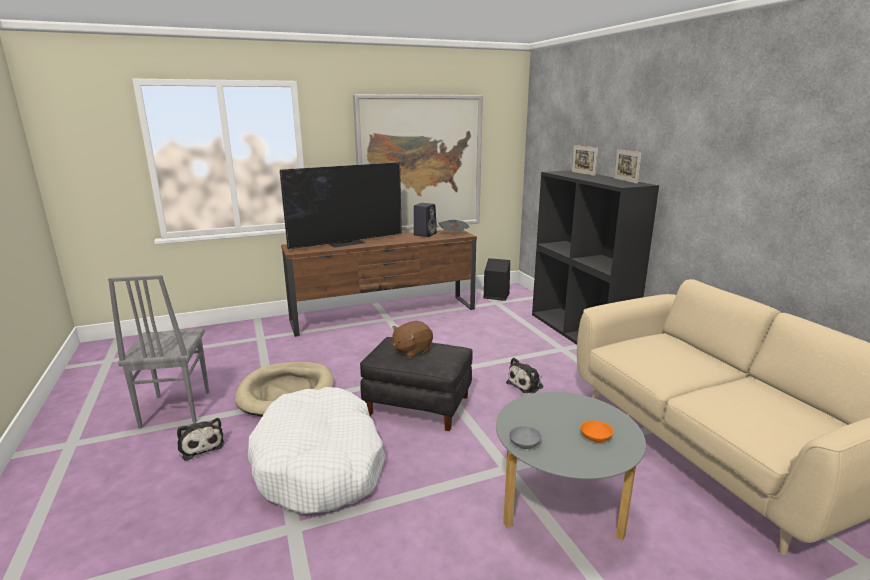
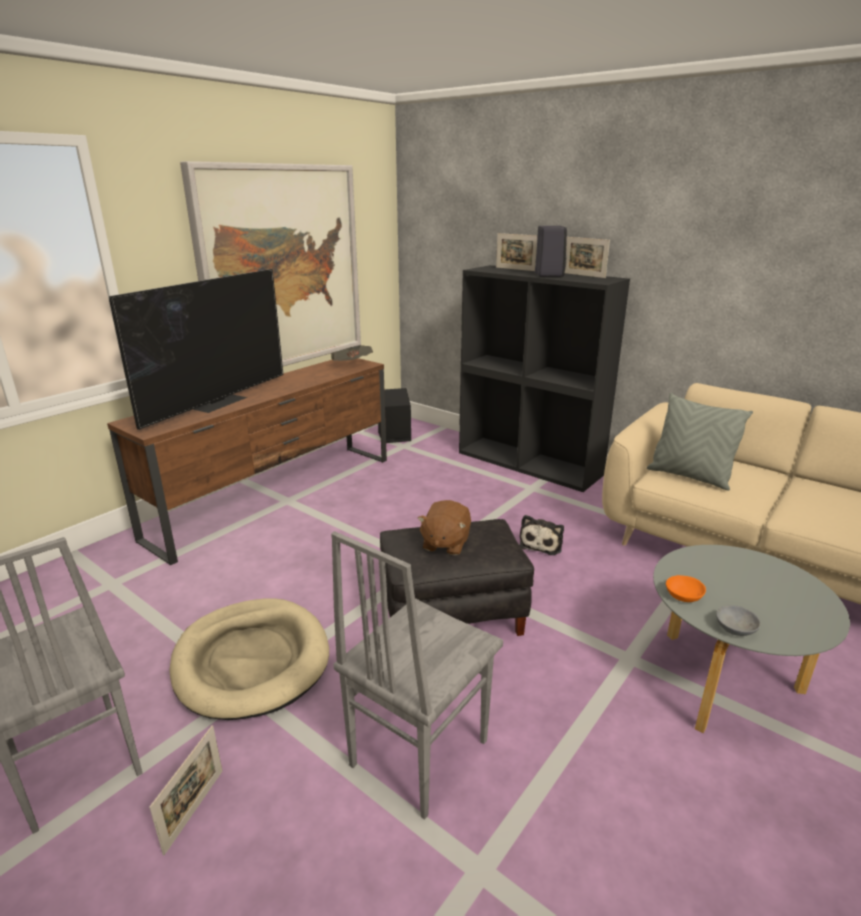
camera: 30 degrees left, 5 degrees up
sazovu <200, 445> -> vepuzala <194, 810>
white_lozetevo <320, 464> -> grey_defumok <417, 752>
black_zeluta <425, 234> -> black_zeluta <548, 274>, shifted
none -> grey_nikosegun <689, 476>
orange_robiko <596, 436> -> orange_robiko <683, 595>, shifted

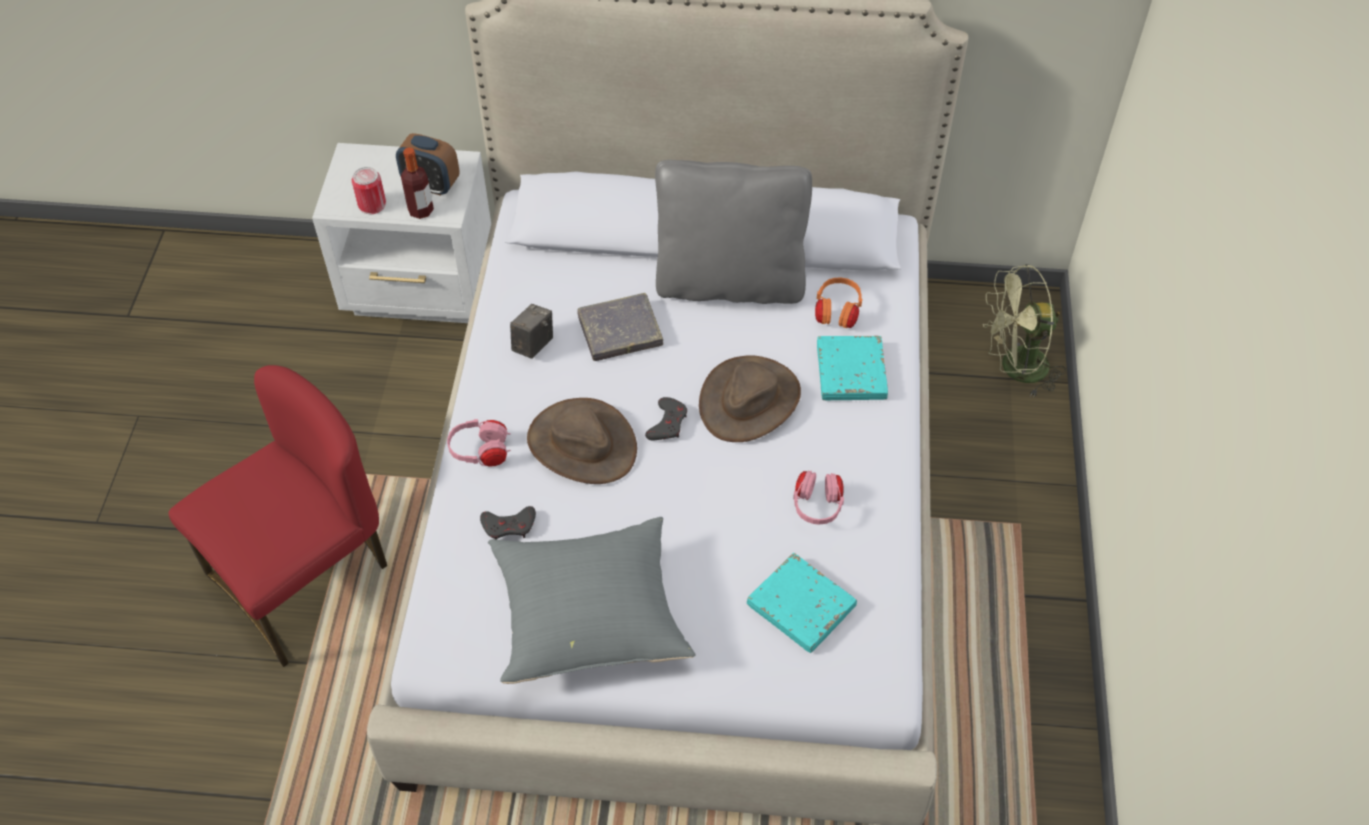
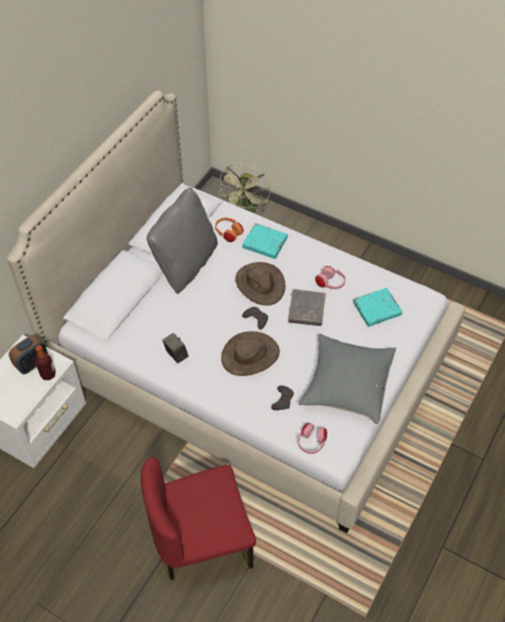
camera: 65 degrees left, 0 degrees up
red_defumok <304, 577> -> red_defumok <202, 542>, 90 degrees counterclockwise
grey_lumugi <620, 331> -> grey_lumugi <306, 309>, shifted
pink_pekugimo <481, 452> -> pink_pekugimo <311, 443>, shifted
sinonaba <372, 204> -> none

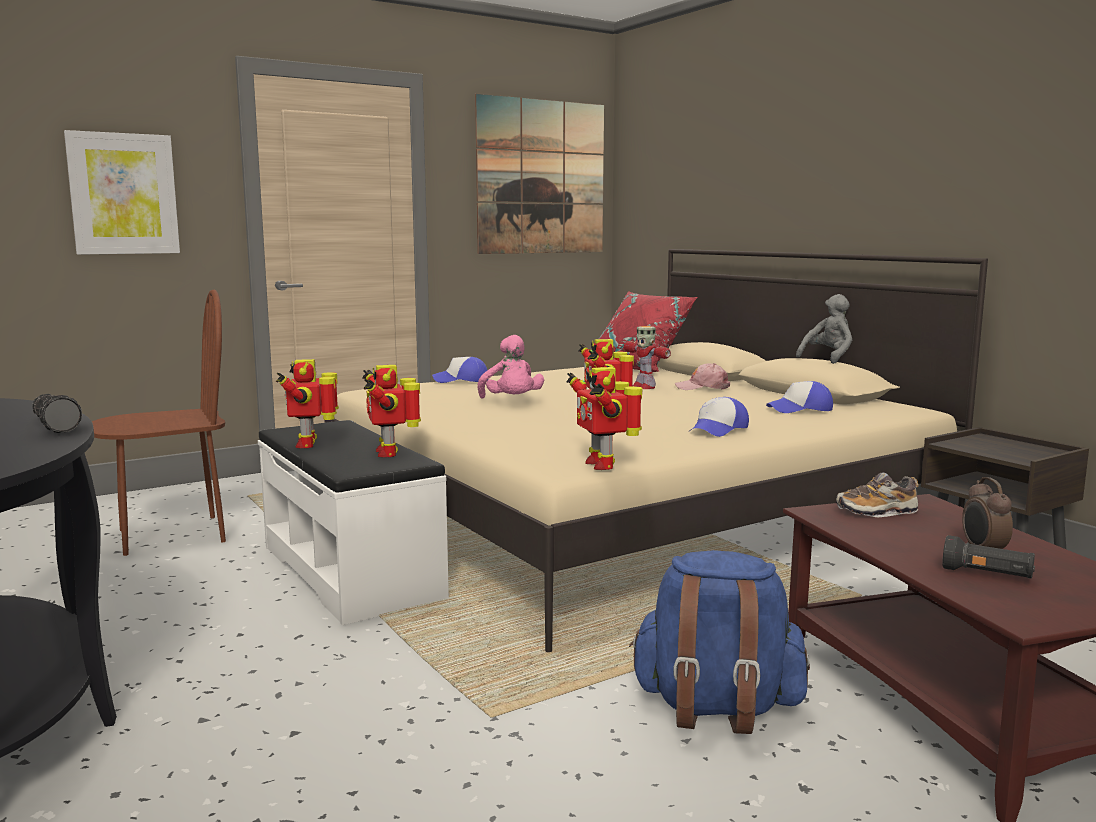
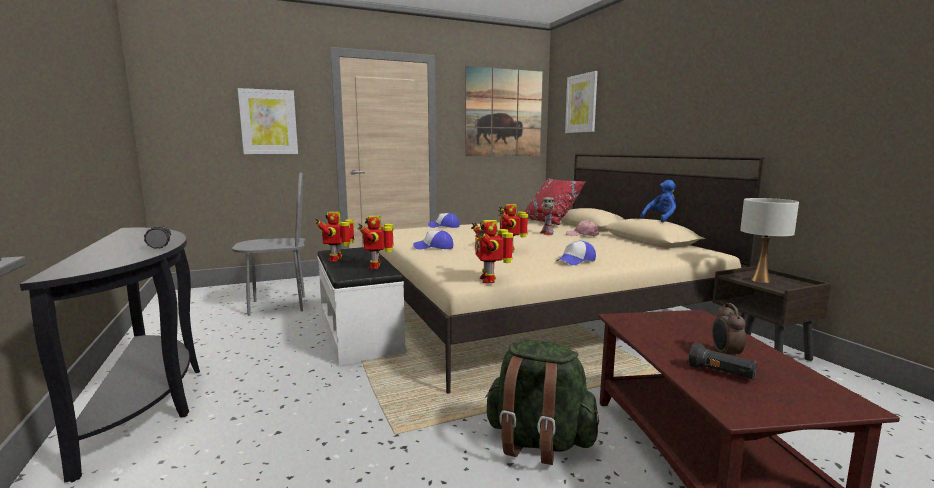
camera: 10 degrees right, 0 degrees up
brown_defumok <172, 535> -> grey_defumok <278, 306>
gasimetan <800, 409> -> gasimetan <434, 247>, shifted
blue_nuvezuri <716, 708> -> green_nuvezuri <538, 442>
none -> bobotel <581, 103>
grey_sazovu <828, 358> -> blue_sazovu <661, 219>
none -> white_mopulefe <760, 280>
pink_sazovu <511, 402> -> none
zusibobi <876, 512> -> none

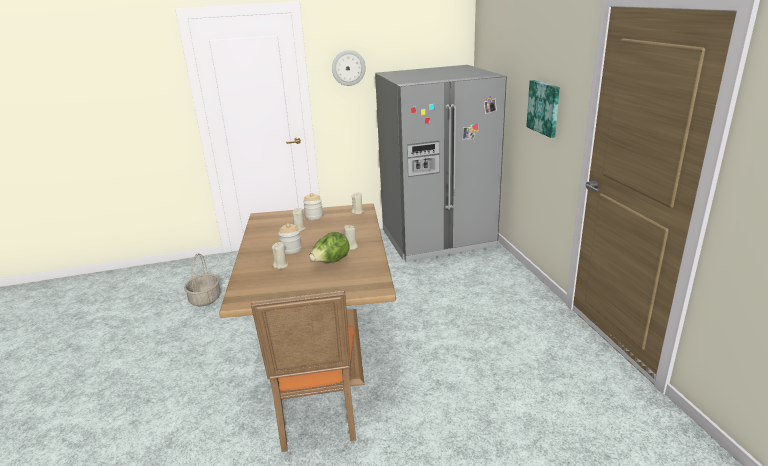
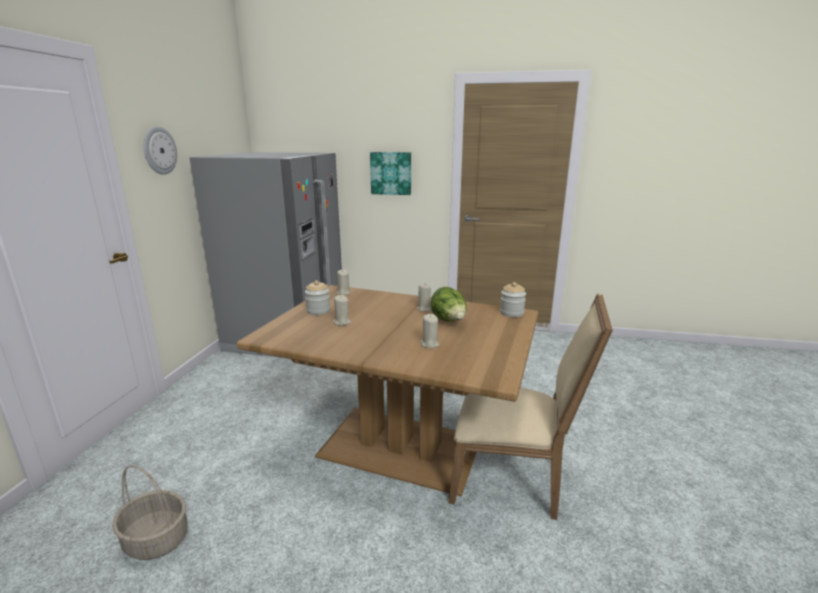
camera: 65 degrees left, 5 degrees down
orange_defumok <317, 417> -> beige_defumok <513, 480>
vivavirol <291, 249> -> vivavirol <511, 313>, shifted

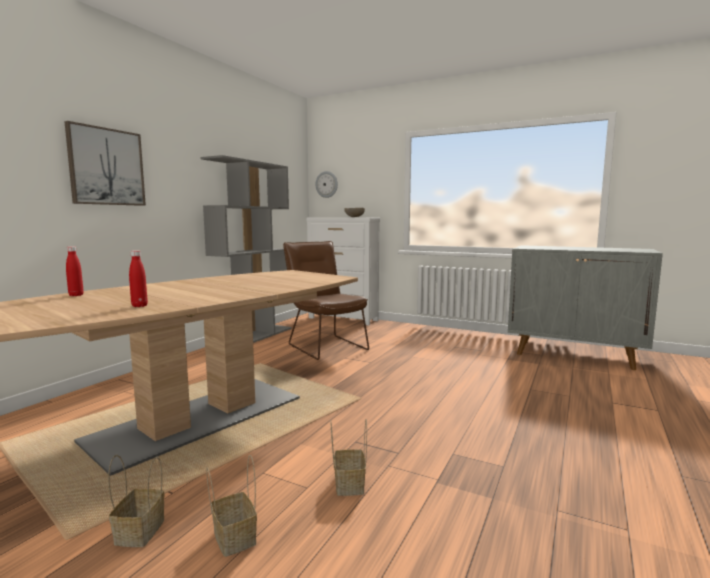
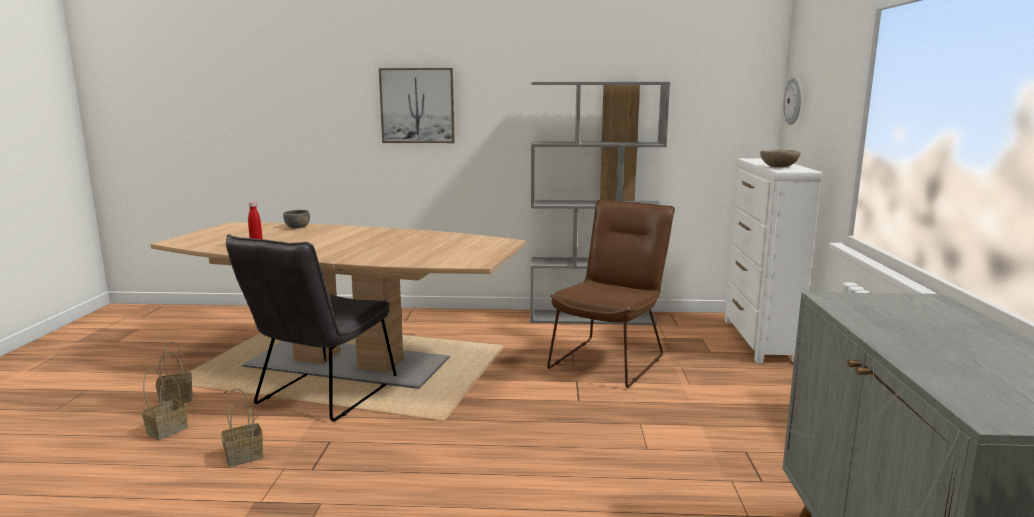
camera: 65 degrees right, 5 degrees up
none -> grey_defumok <321, 395>
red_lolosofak <76, 295> -> grey_robiko <297, 227>

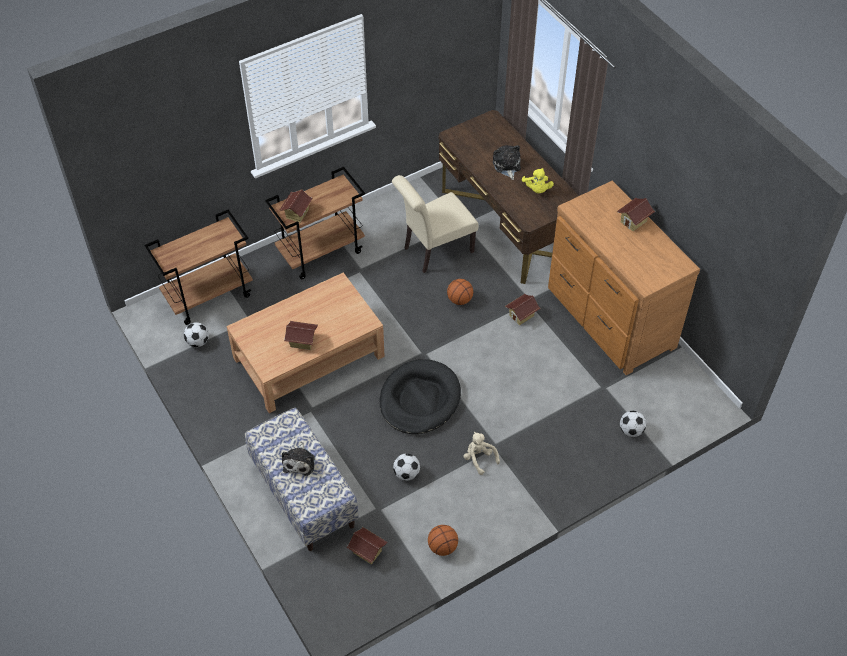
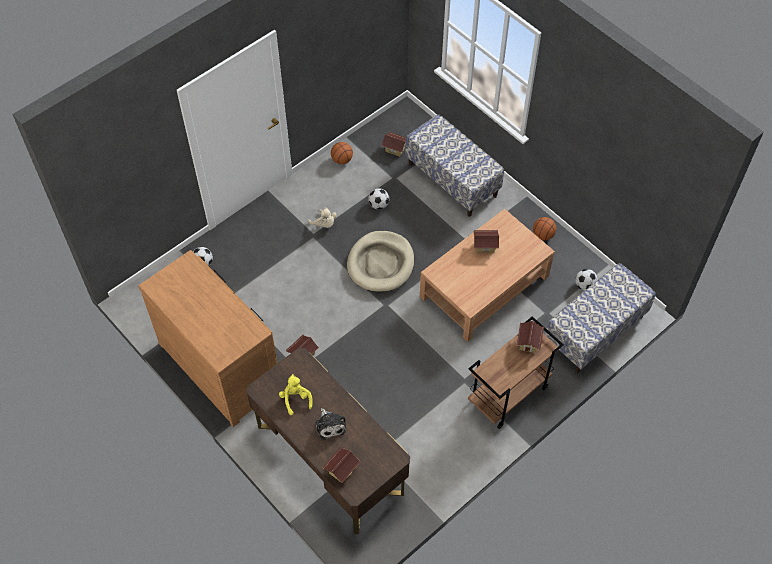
camera: 170 degrees right, 5 degrees up
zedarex <633, 221> -> zedarex <341, 470>, shifted
black_lozetevo <419, 399> -> beige_lozetevo <381, 263>
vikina <460, 300> -> vikina <543, 235>, shifted
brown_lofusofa <209, 295> -> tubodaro <595, 331>
sazovu <300, 462> -> none
beige_defumok <434, 251> -> none

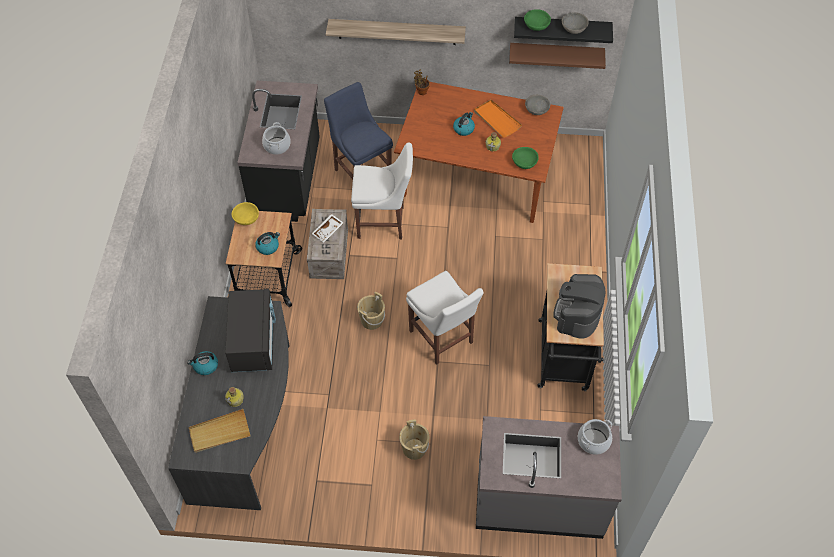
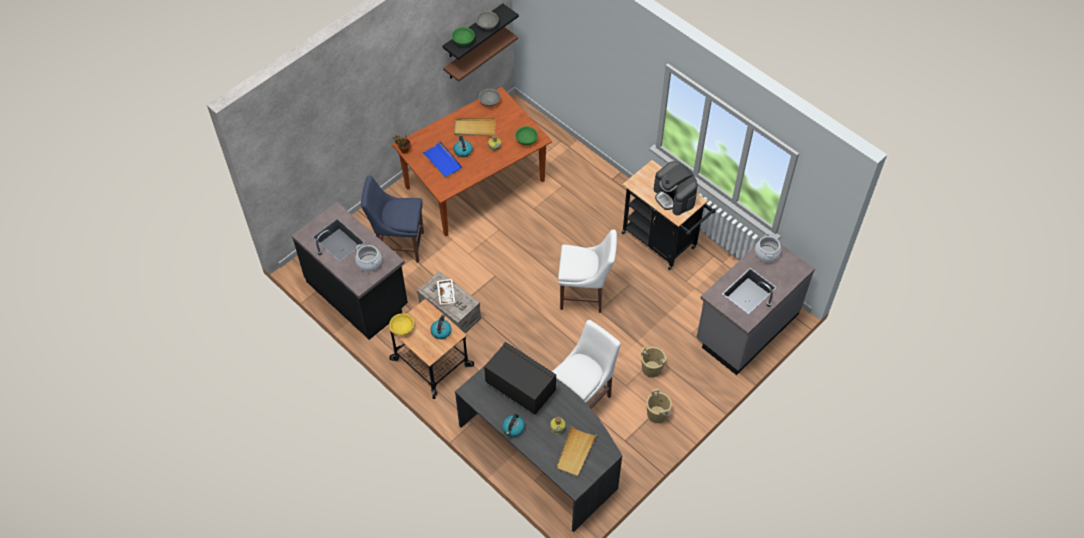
camera: 50 degrees left, 0 degrees up
none -> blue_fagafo <442, 161>
orange_fagafo <496, 120> -> beige_fagafo <474, 128>
white_defumok <384, 222> -> white_defumok <584, 397>, shifted
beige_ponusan <371, 320> -> beige_ponusan <657, 414>, shifted
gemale <397, 31> -> none

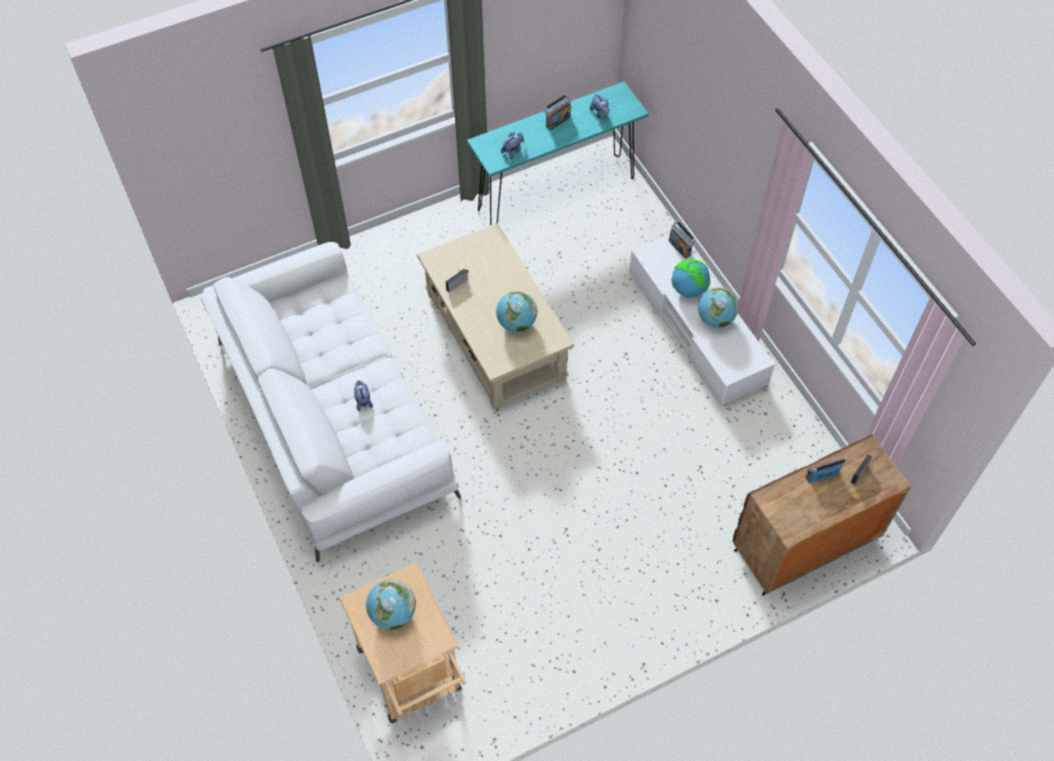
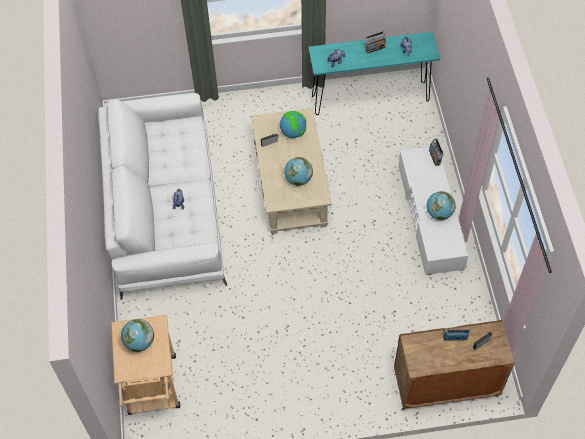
camera: 20 degrees right, 0 degrees up
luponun <688, 290> -> luponun <293, 133>, shifted

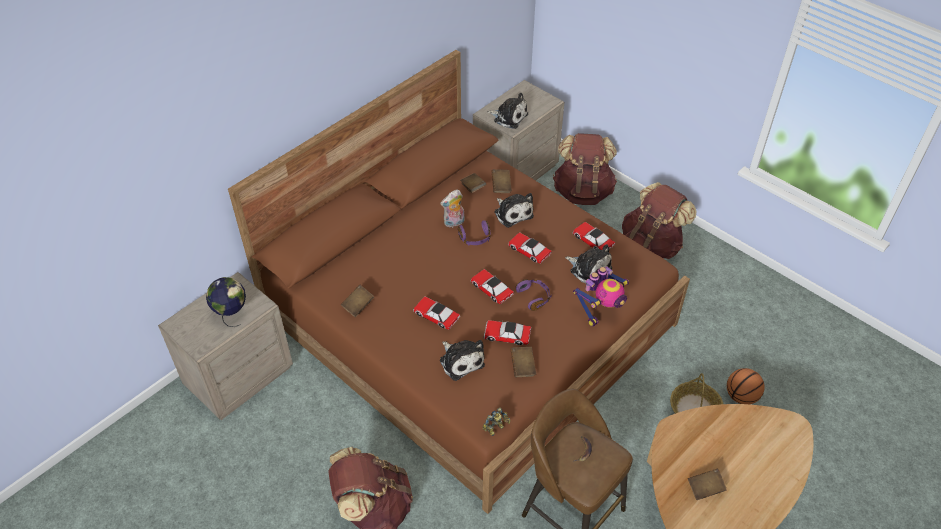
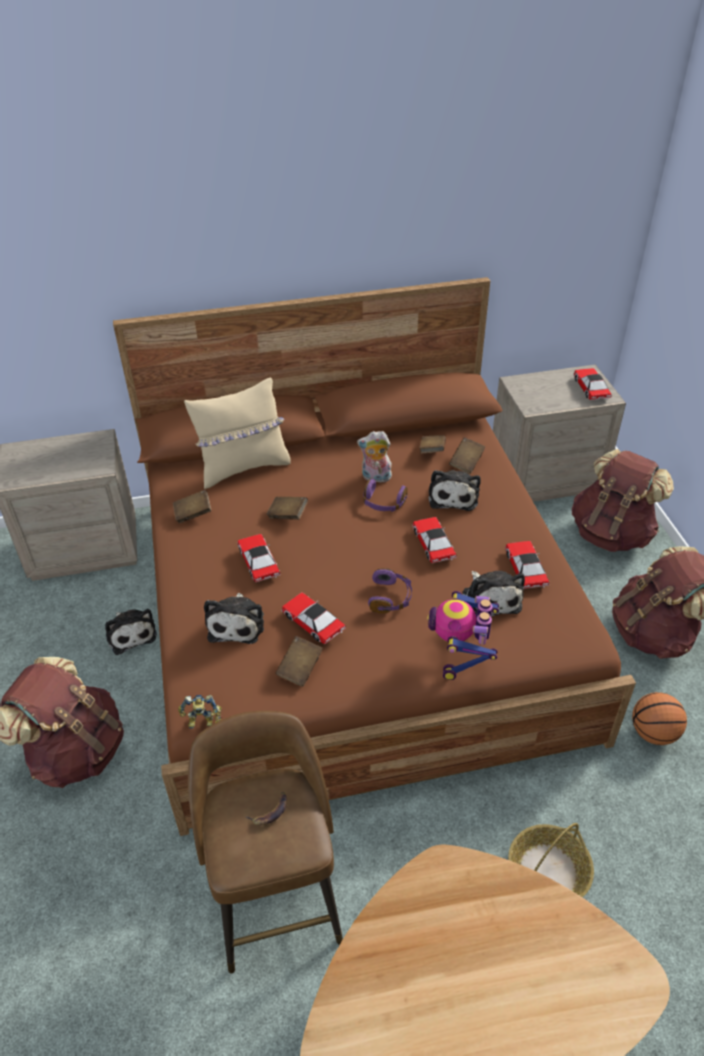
camera: 35 degrees right, 5 degrees down
sazovu <509, 117> -> sazovu <131, 633>, shifted
none -> beige_nikosegun <243, 468>
brown_lumugi <705, 488> -> brown_lumugi <288, 515>, shifted
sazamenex <601, 310> -> sazamenex <461, 654>, 105 degrees clockwise
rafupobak <491, 289> -> rafupobak <591, 388>, shifted
vikina <741, 396> -> vikina <653, 733>, shifted
luponun <231, 315> -> none

